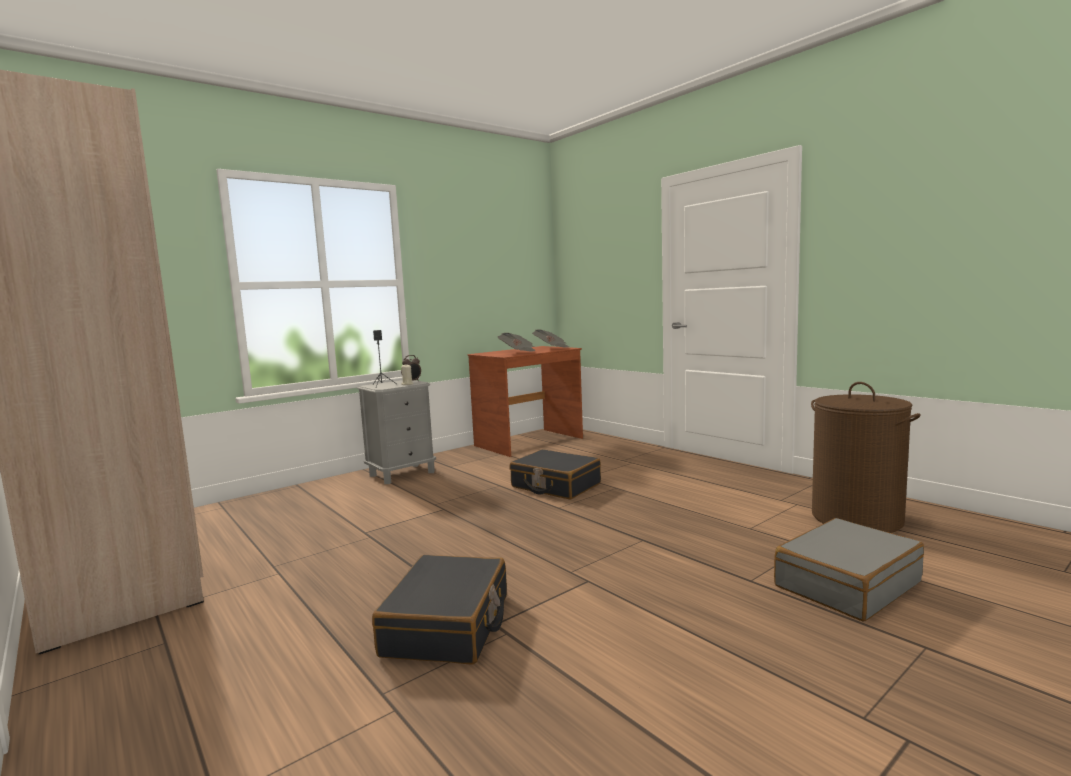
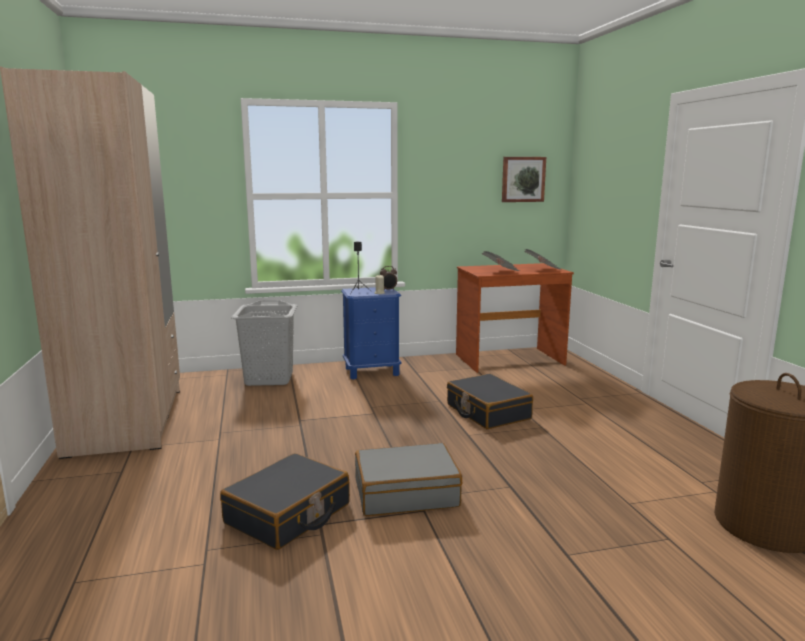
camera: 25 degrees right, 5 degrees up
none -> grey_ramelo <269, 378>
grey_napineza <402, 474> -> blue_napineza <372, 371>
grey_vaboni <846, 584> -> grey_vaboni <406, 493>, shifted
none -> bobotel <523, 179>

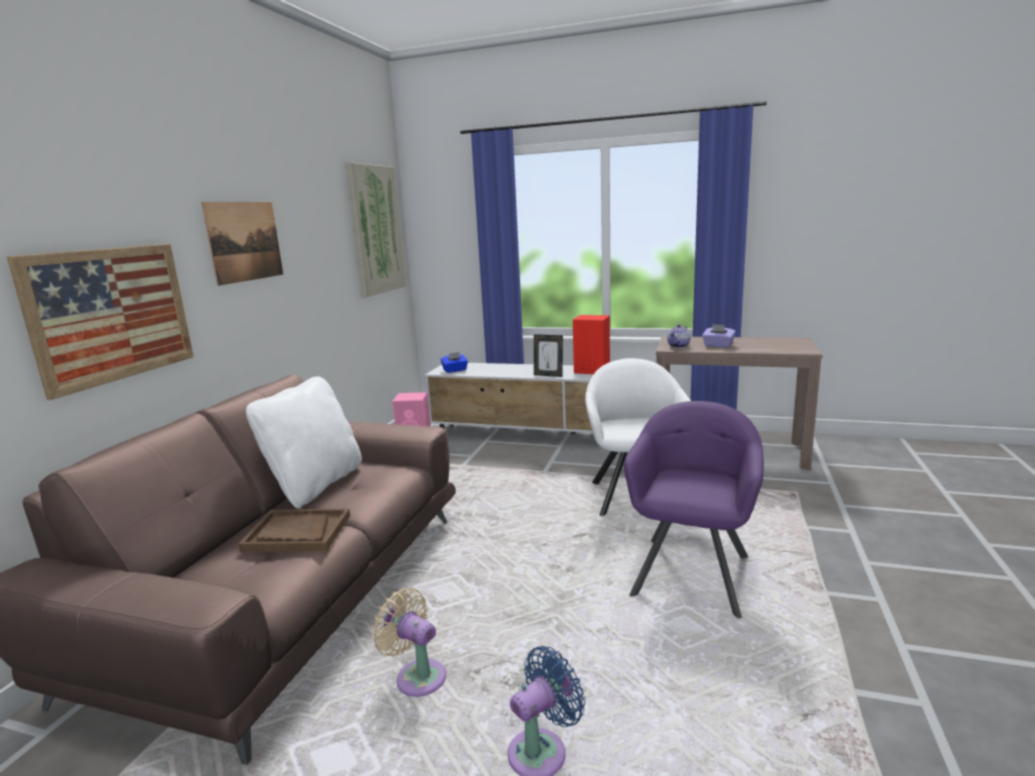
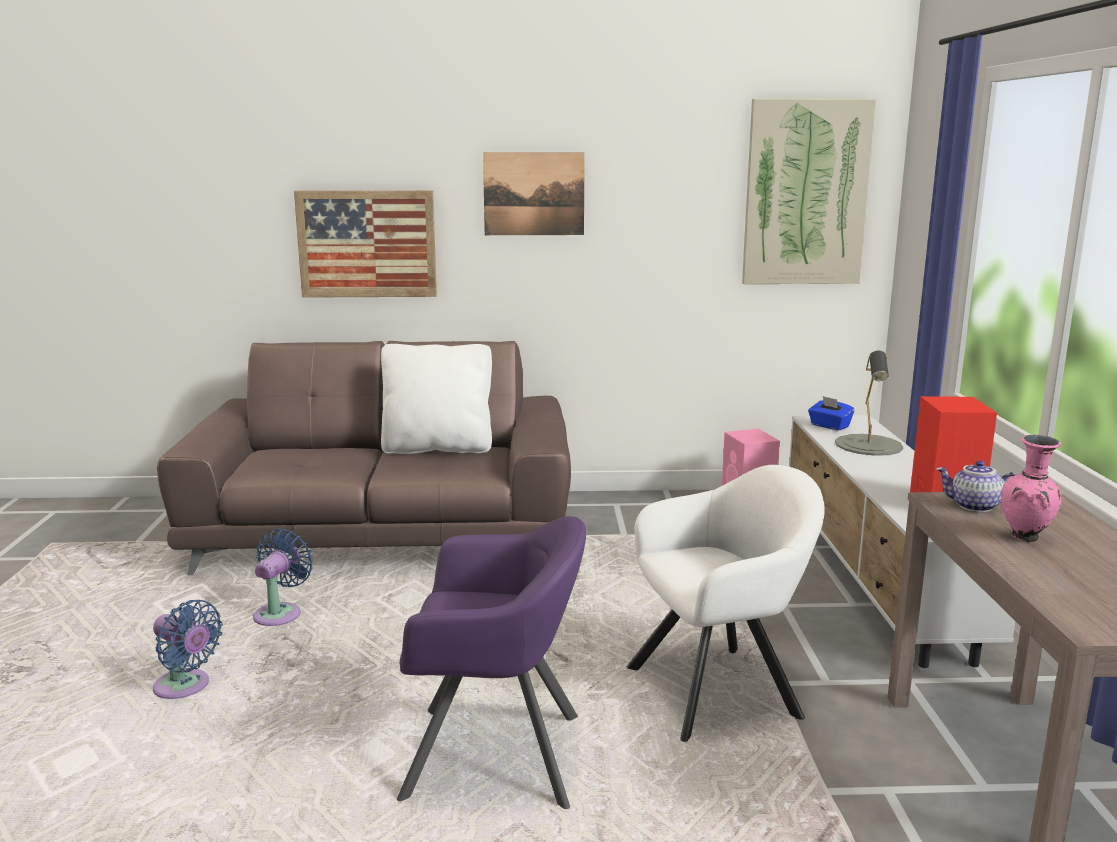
camera: 70 degrees right, 0 degrees up
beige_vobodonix <417, 676> -> blue_vobodonix <280, 613>
none -> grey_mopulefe <868, 445>
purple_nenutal <718, 346> -> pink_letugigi <1026, 538>
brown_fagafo <297, 533> -> none
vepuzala <548, 375> -> none

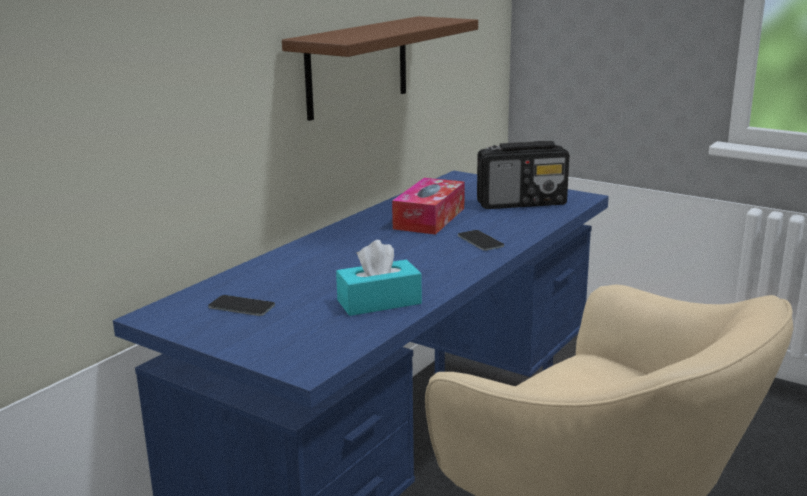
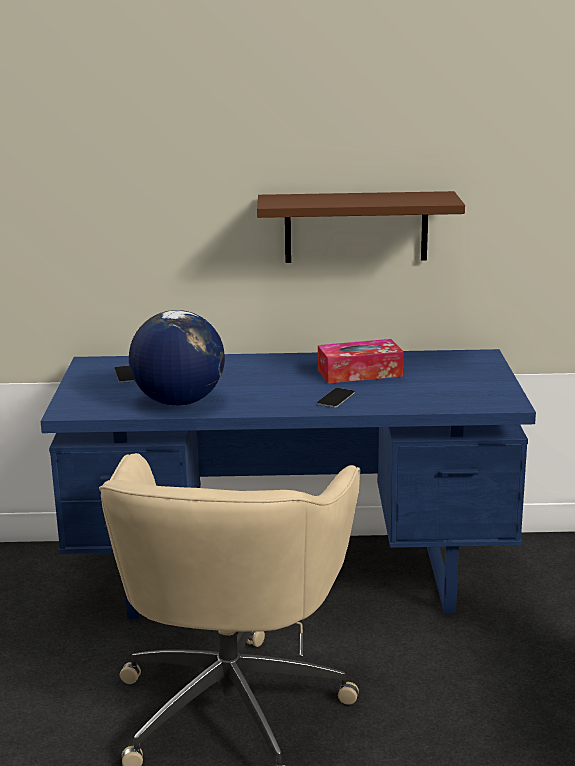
camera: 55 degrees right, 0 degrees up
turquoise_nenutal <379, 302> -> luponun <178, 402>
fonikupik <522, 203> -> none

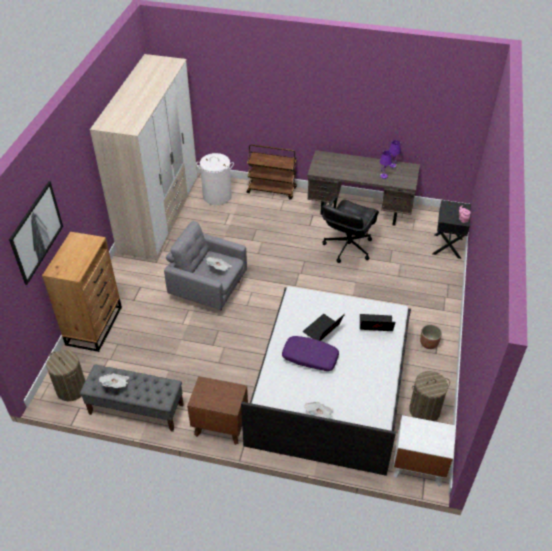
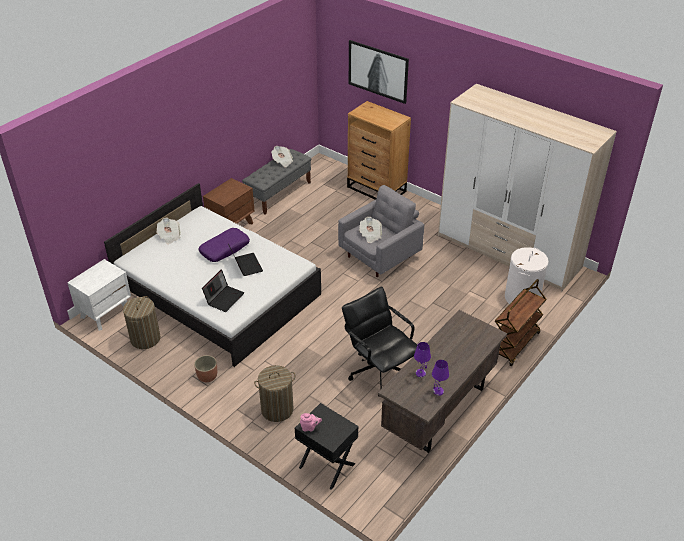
camera: 115 degrees right, 5 degrees down
ramelo <71, 389> -> ramelo <277, 409>, shifted

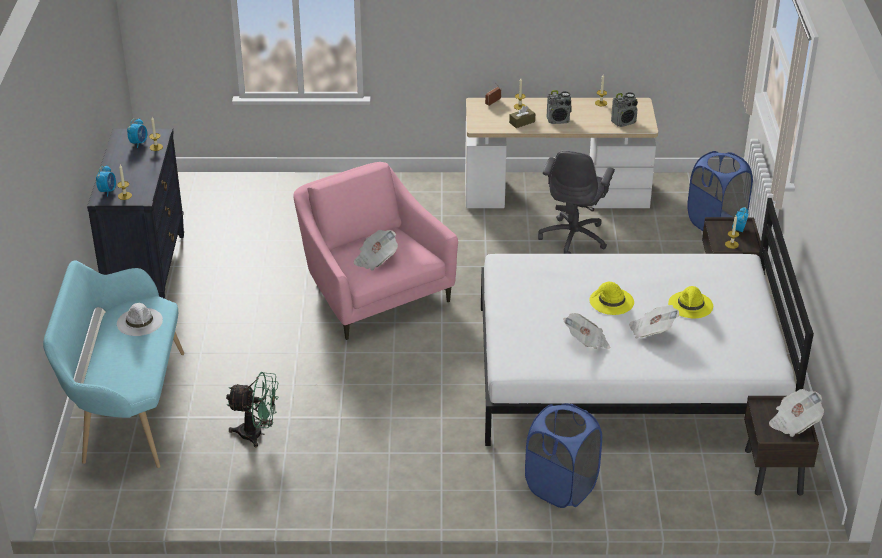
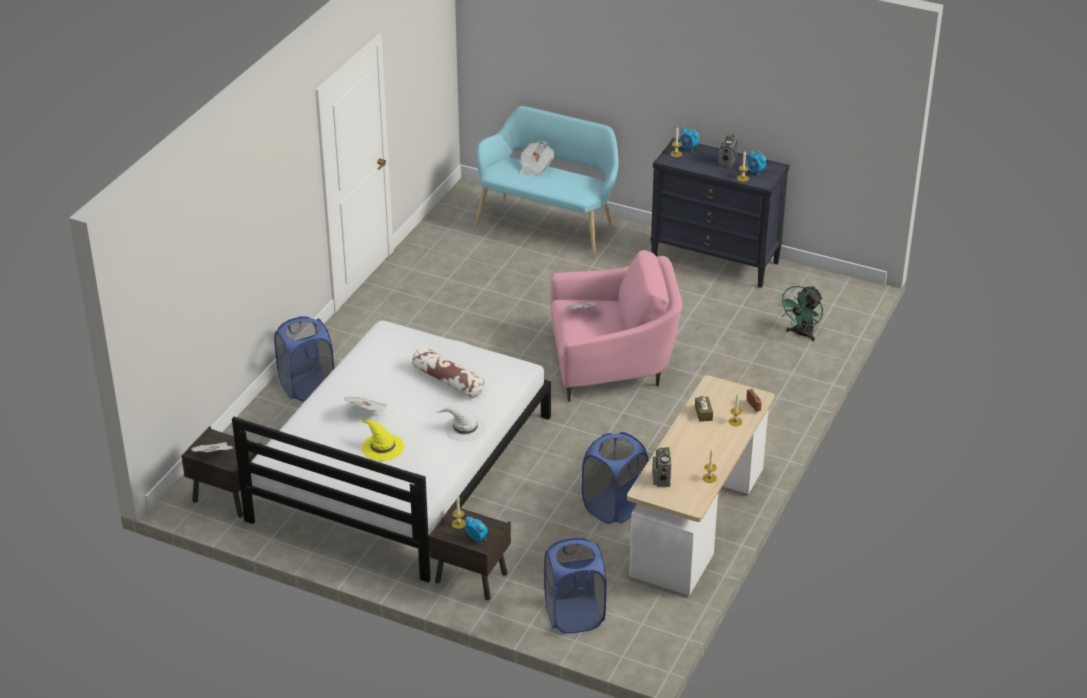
camera: 115 degrees right, 0 degrees up
none -> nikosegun <448, 380>
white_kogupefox <140, 322> -> white_kogupefox <464, 428>, shifted
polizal <586, 342> -> polizal <535, 168>, shifted
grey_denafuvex <574, 237> -> blue_ramelo <614, 507>
fonikupik <558, 120> -> fonikupik <727, 162>, shifted
green_vobodonix <257, 434> -> green_vobodonix <801, 334>, shifted
yellow_kogupefox <611, 301> -> none

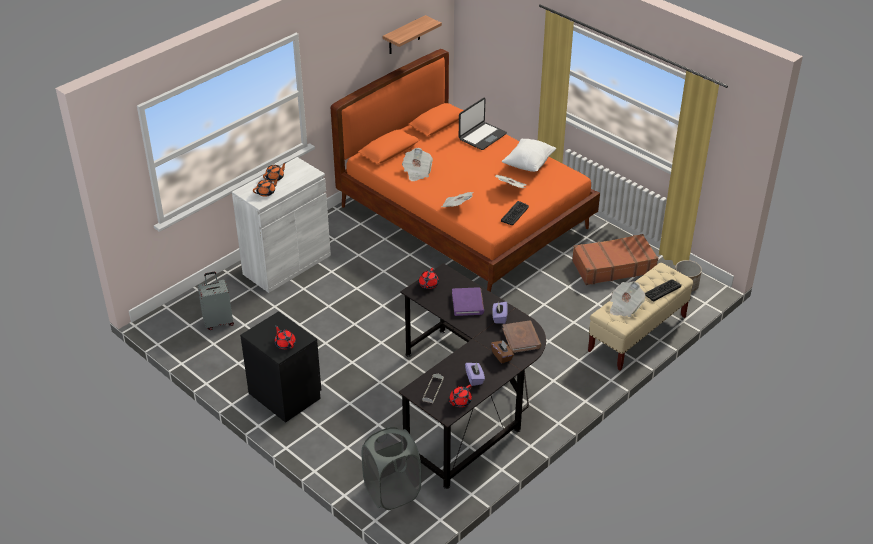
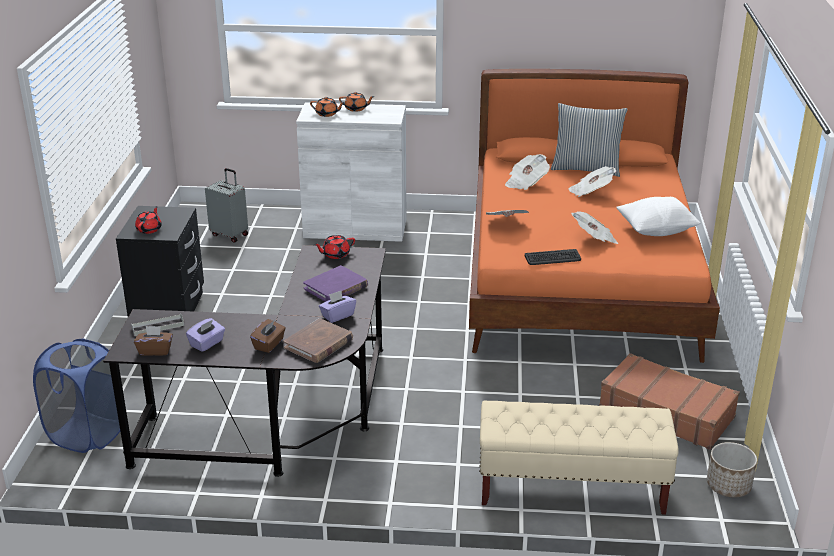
camera: 50 degrees right, 10 degrees down
grey_ramelo <392, 492> -> blue_ramelo <86, 434>
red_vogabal <460, 402> -> brown_nenutal <155, 350>
none -> nikosegun <586, 169>
polizal <624, 307> -> polizal <590, 192>, shifted
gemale <404, 35> -> none
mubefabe <482, 136> -> none
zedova <662, 290> -> none

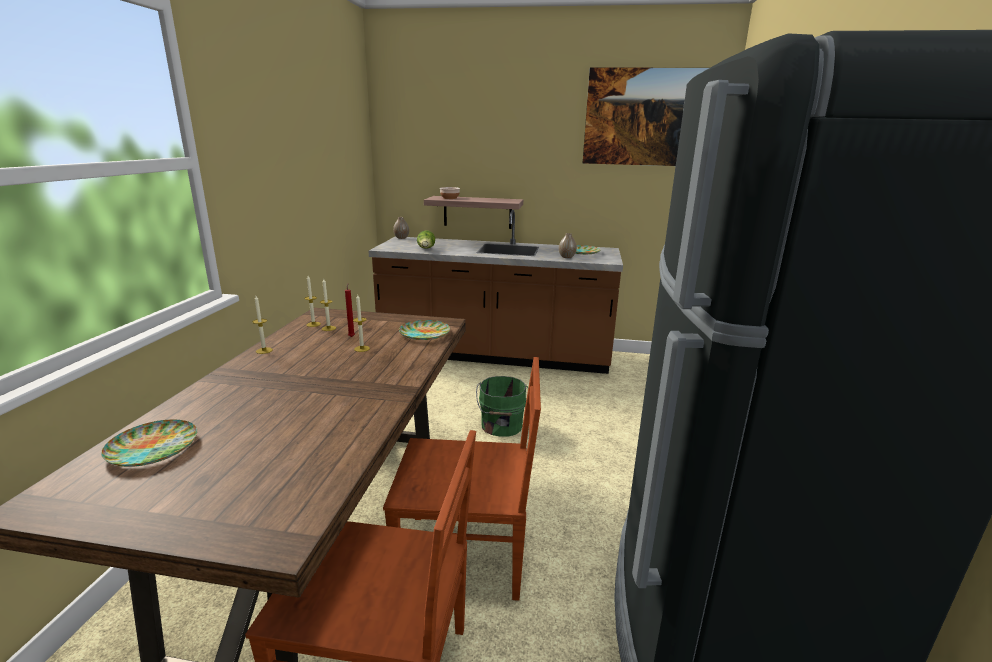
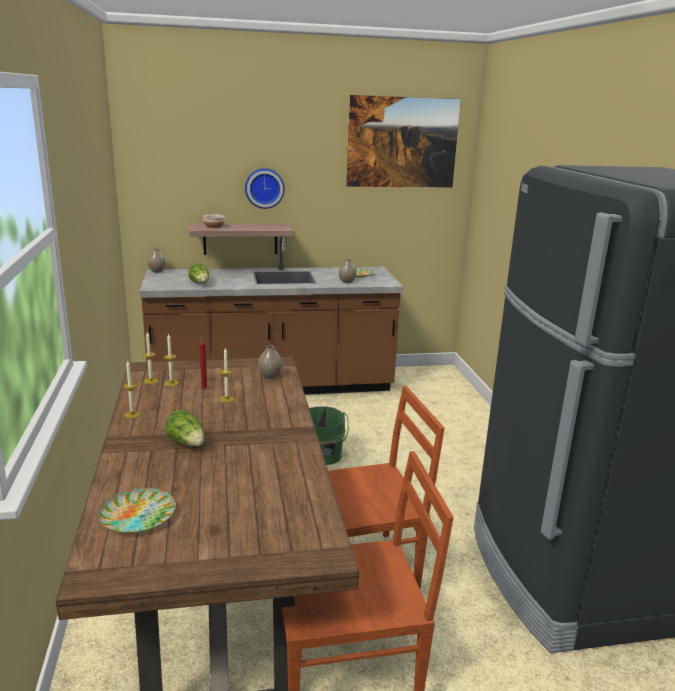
camera: 20 degrees left, 0 degrees up
none -> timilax <187, 443>
none -> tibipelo <264, 188>
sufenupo <424, 333> -> letugigi <270, 376>

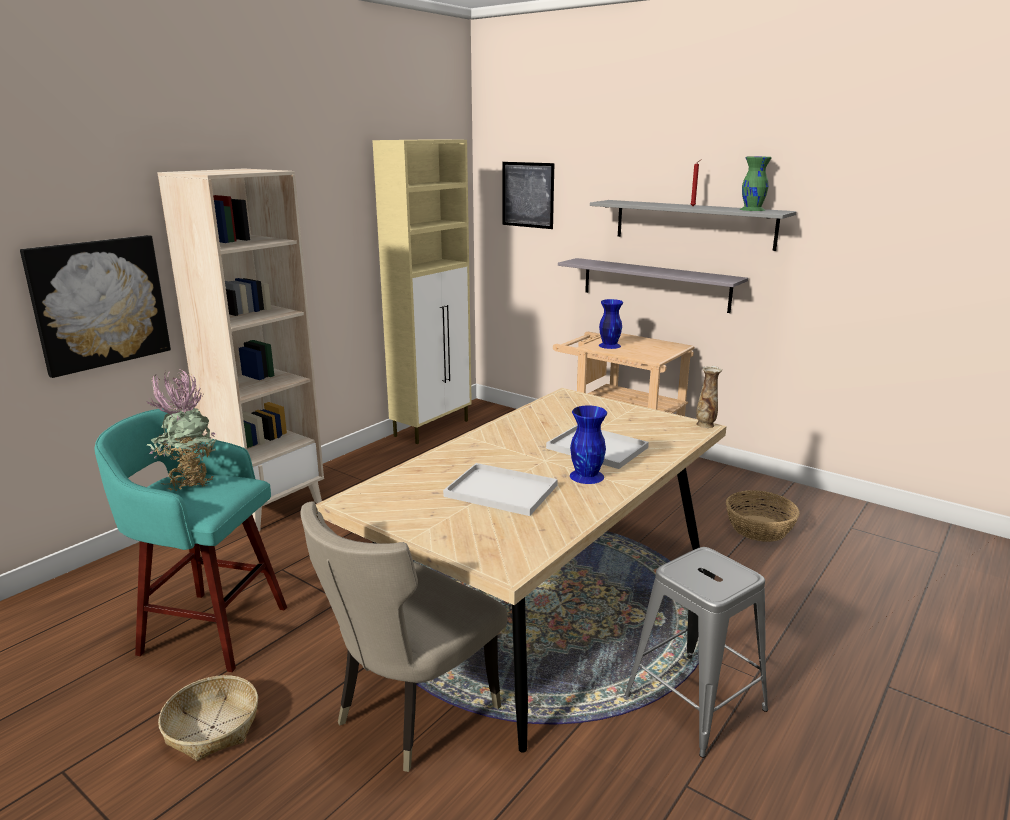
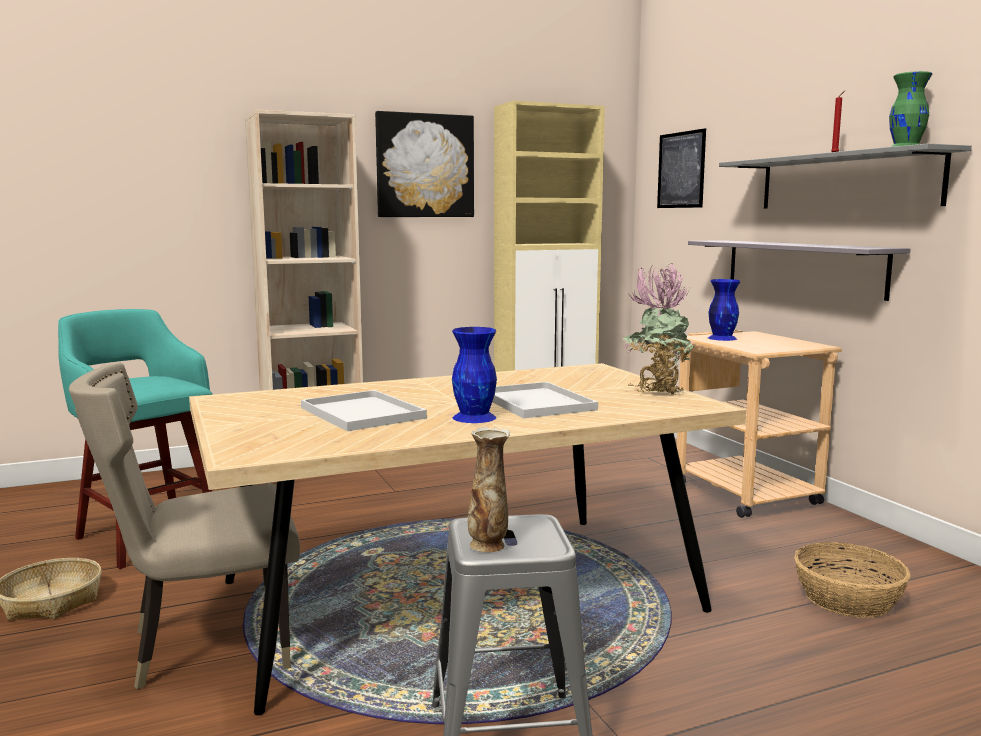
camera: 30 degrees right, 10 degrees down
bobotel <99, 303> -> bobotel <425, 166>, shifted
letugigi <705, 425> -> letugigi <488, 545>, shifted
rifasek <189, 482> -> rifasek <656, 391>, shifted

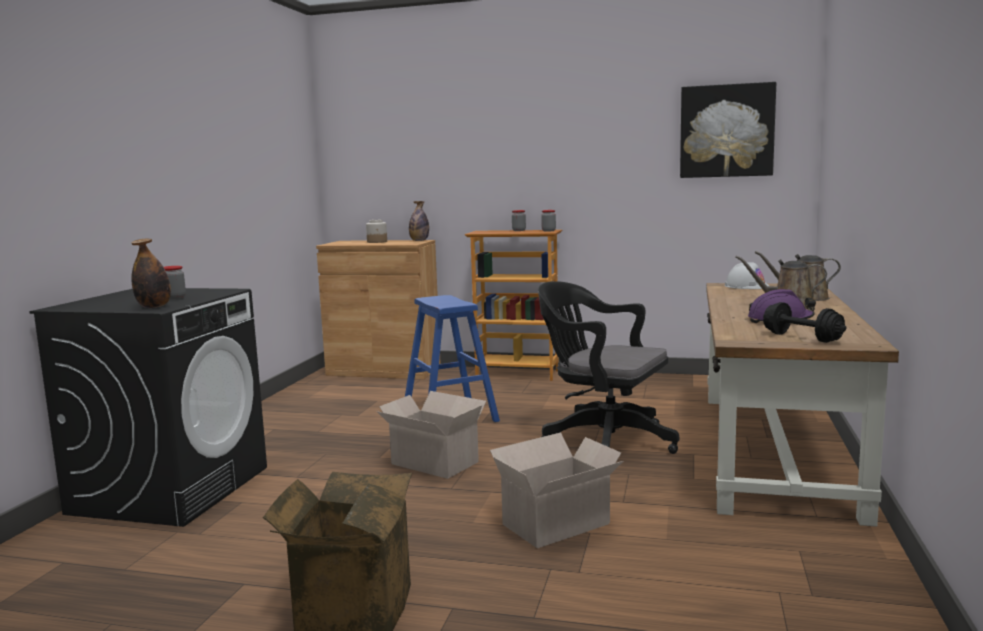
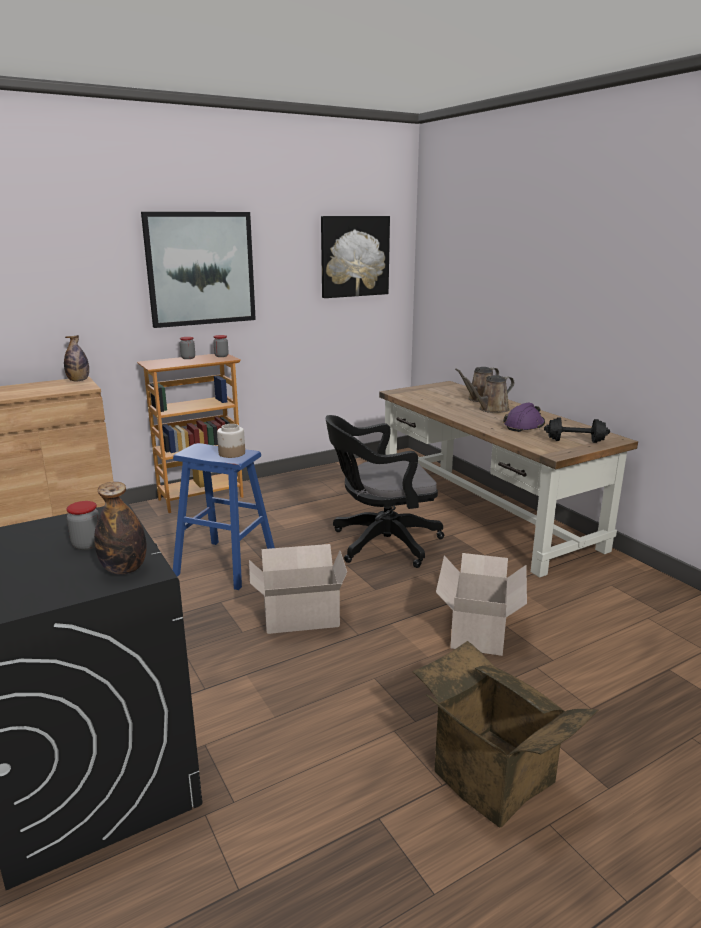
camera: 45 degrees left, 10 degrees up
none -> bobotel <201, 269>
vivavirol <377, 242> -> vivavirol <232, 453>, shifted
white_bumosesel <747, 286> -> none

